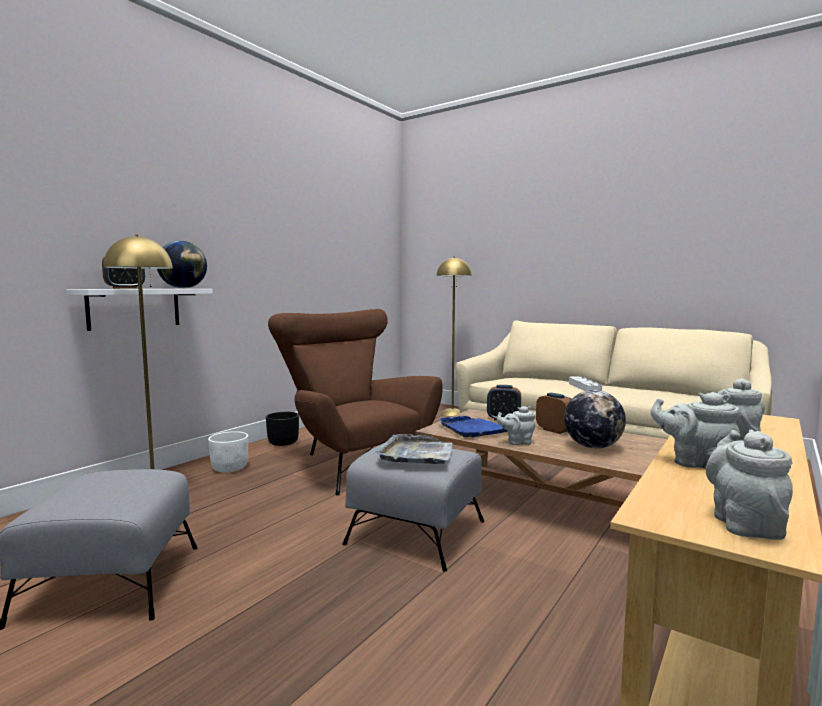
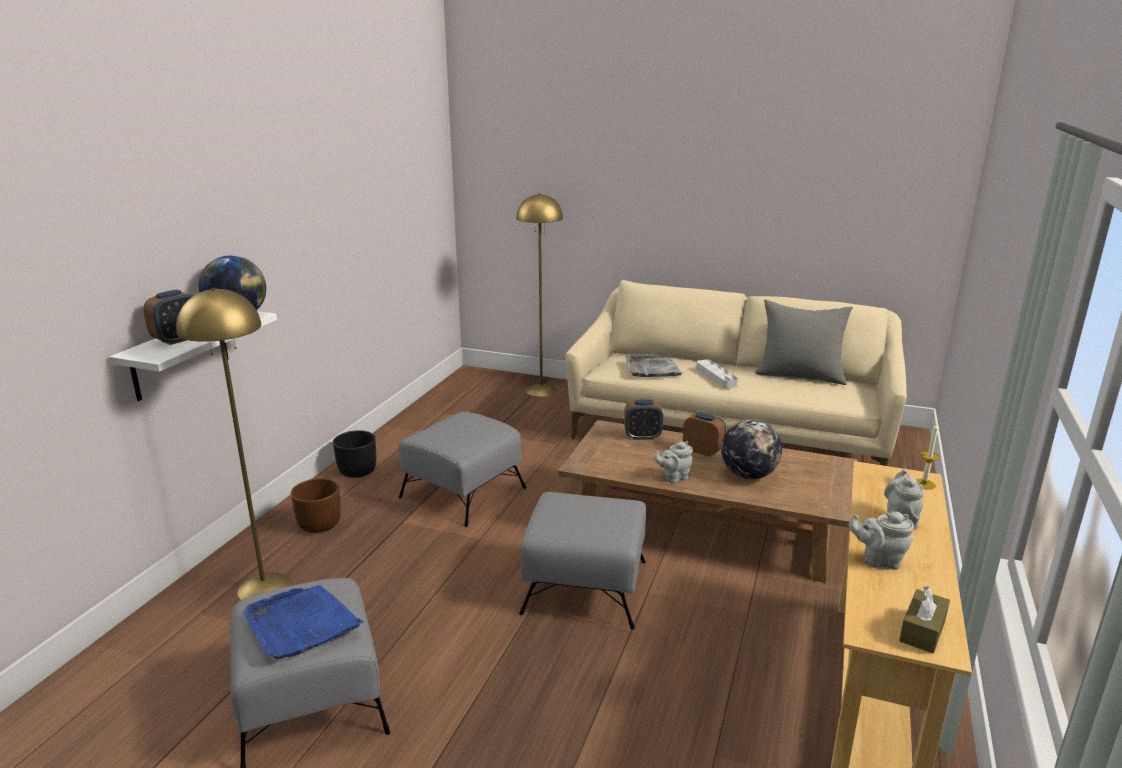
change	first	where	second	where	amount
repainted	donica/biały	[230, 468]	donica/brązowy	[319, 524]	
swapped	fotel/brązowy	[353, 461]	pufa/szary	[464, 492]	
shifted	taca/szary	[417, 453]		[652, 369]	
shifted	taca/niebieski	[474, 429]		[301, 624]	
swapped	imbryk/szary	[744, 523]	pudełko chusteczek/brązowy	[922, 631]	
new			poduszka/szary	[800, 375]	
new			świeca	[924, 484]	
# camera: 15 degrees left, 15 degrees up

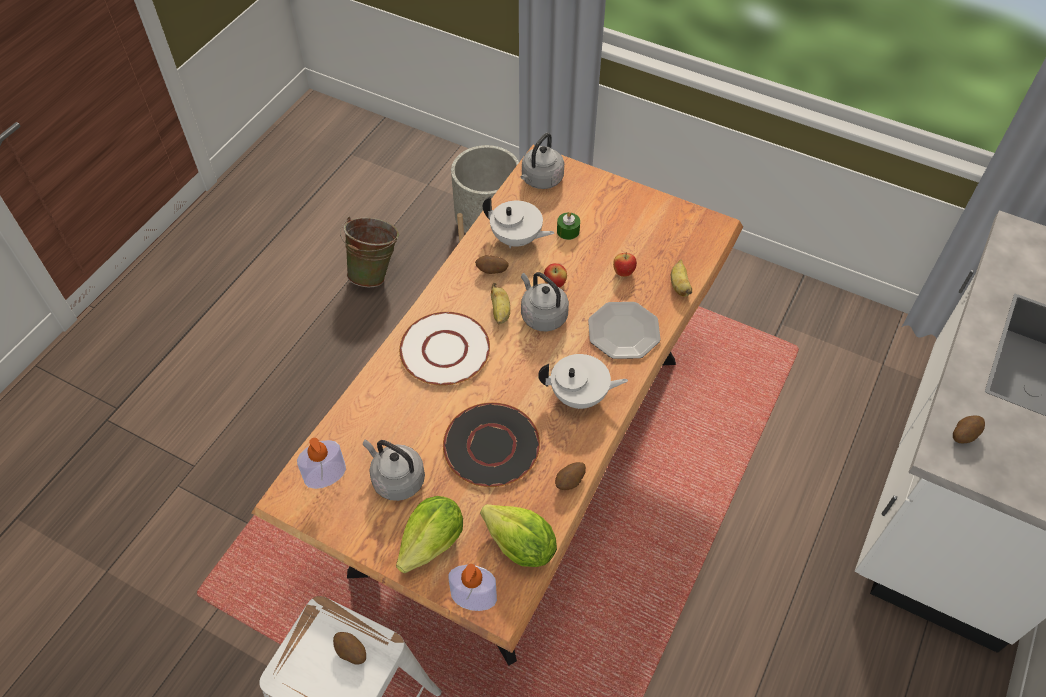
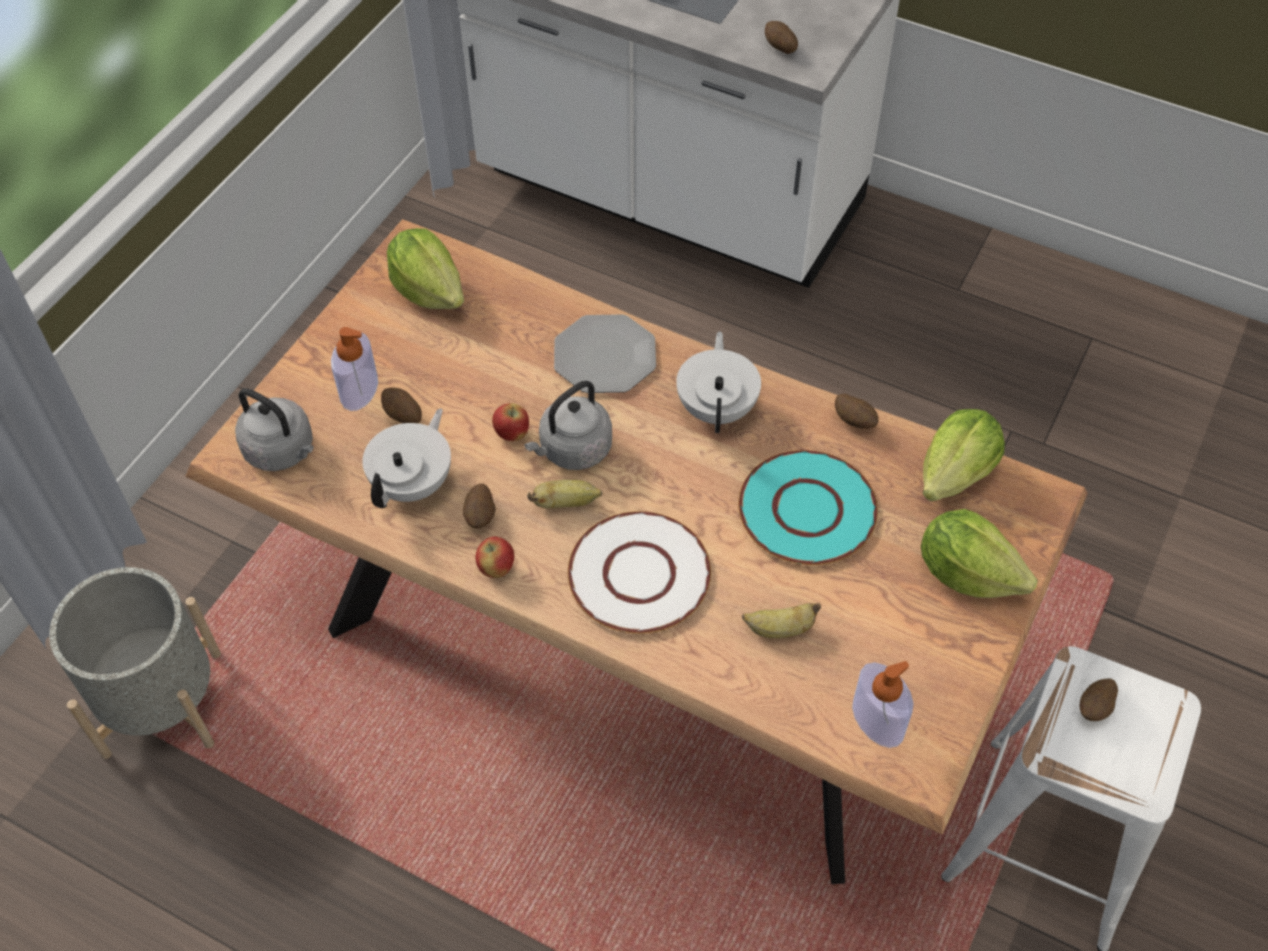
change	first	where	second	where	amount
gone	wiadro/zielony	[375, 272]			
gone	czajnik/szary	[396, 479]			
repainted	talerz/czarny	[492, 446]	talerz/turkusowy	[807, 509]	
shifted	dozownik mydła	[474, 597]		[359, 389]	
swapped	świeca/zielony	[568, 231]	ziemniak	[403, 416]	
shifted	jabłko	[623, 273]		[496, 569]	
shifted	banan	[679, 285]		[779, 629]	
new			sałata	[429, 290]	
# camera: 90 degrees left, 0 degrees up

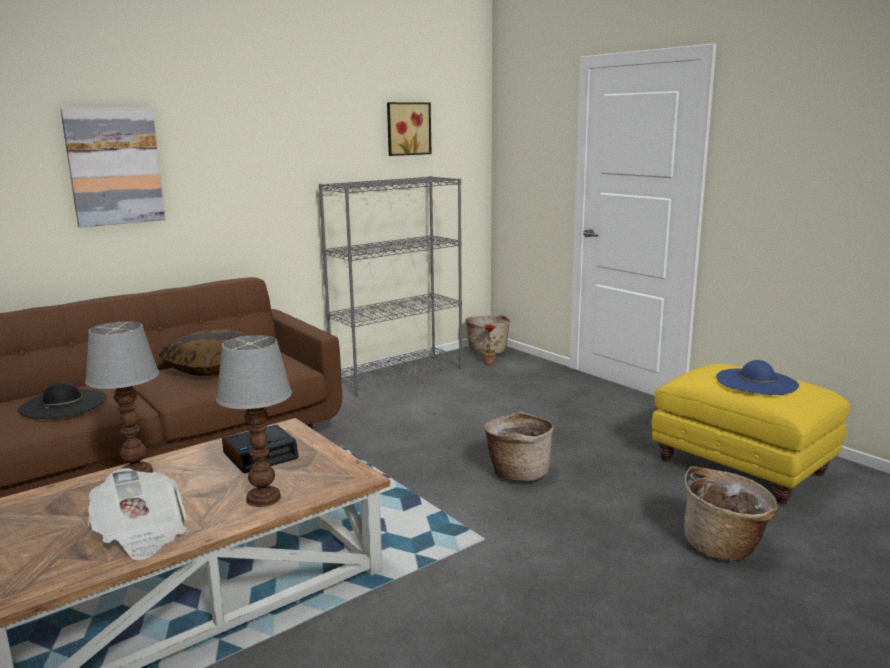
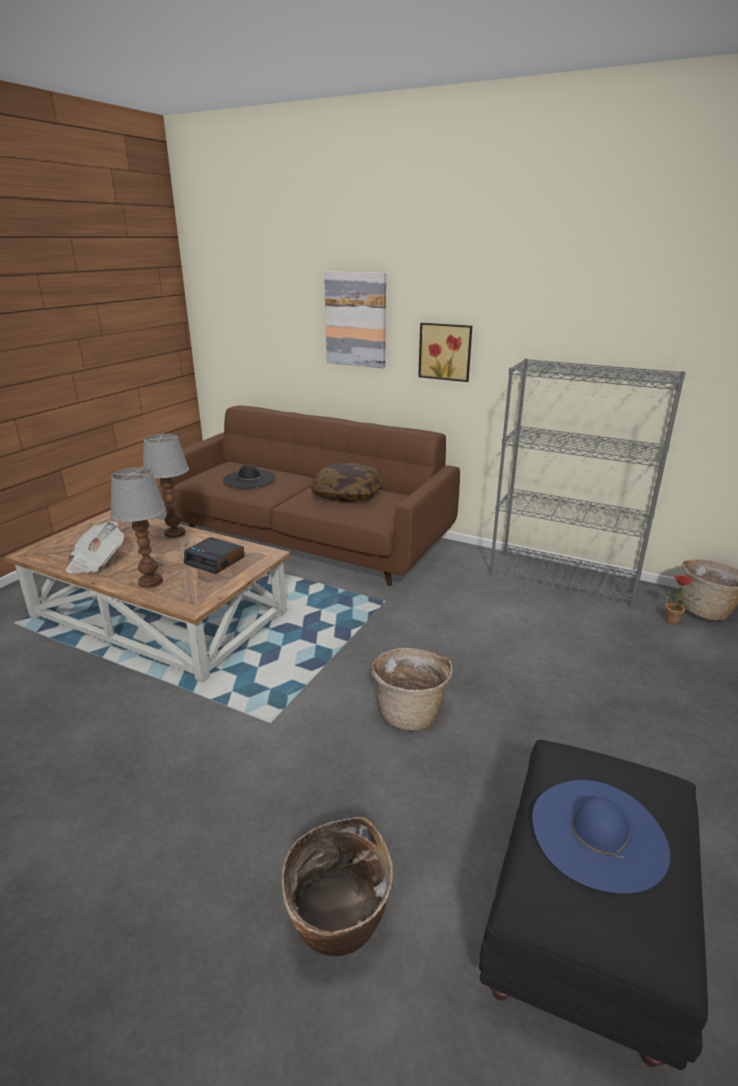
change	first	where	second	where	amount
shifted	obraz	[407, 128]		[445, 351]	
repainted	pufa/żółty	[743, 468]	pufa/czarny	[584, 932]	
# camera: 65 degrees right, 10 degrees up

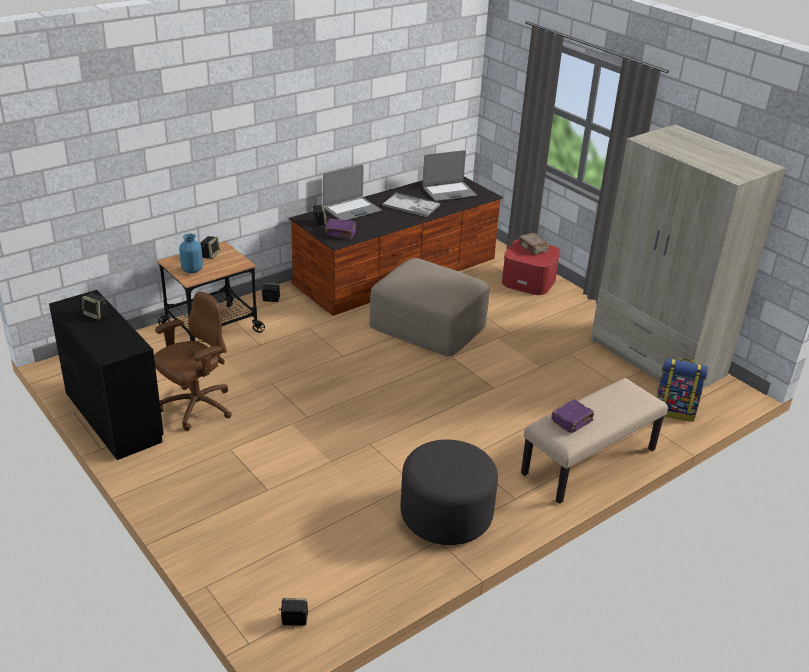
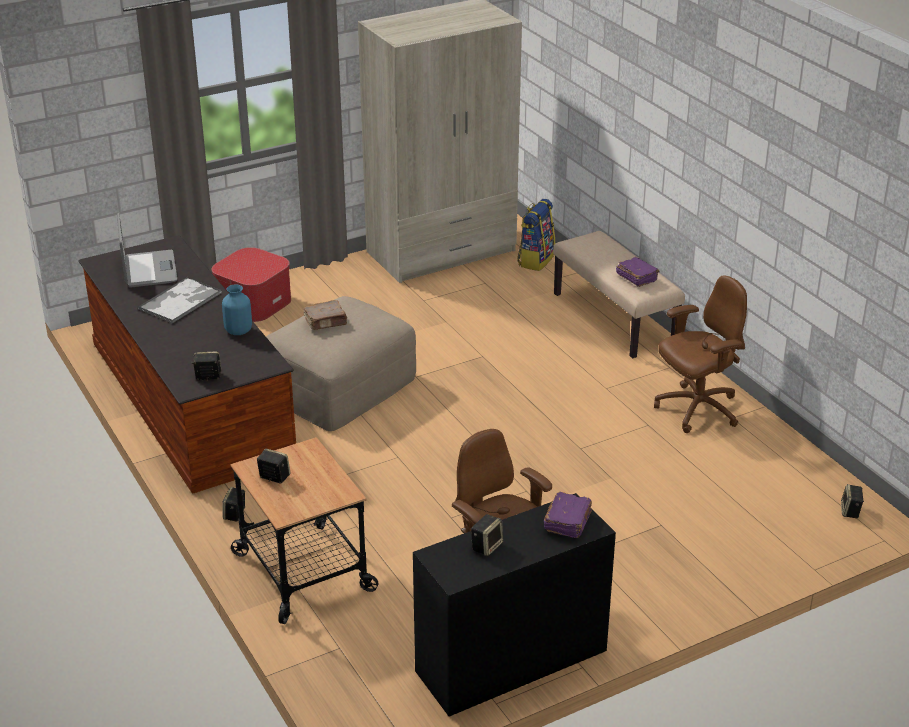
change	first	where	second	where	amount
shifted	wazon/niebieski	[192, 270]		[239, 331]	
gone	laptop	[352, 210]			
shifted	książka/fioletowy	[340, 234]		[568, 522]	
swapped	pufa/szary	[446, 515]	krzesło biurowe/brązowy	[696, 409]	
shifted	książka/brązowy	[533, 248]		[326, 322]	
# camera: 80 degrees left, 0 degrees up

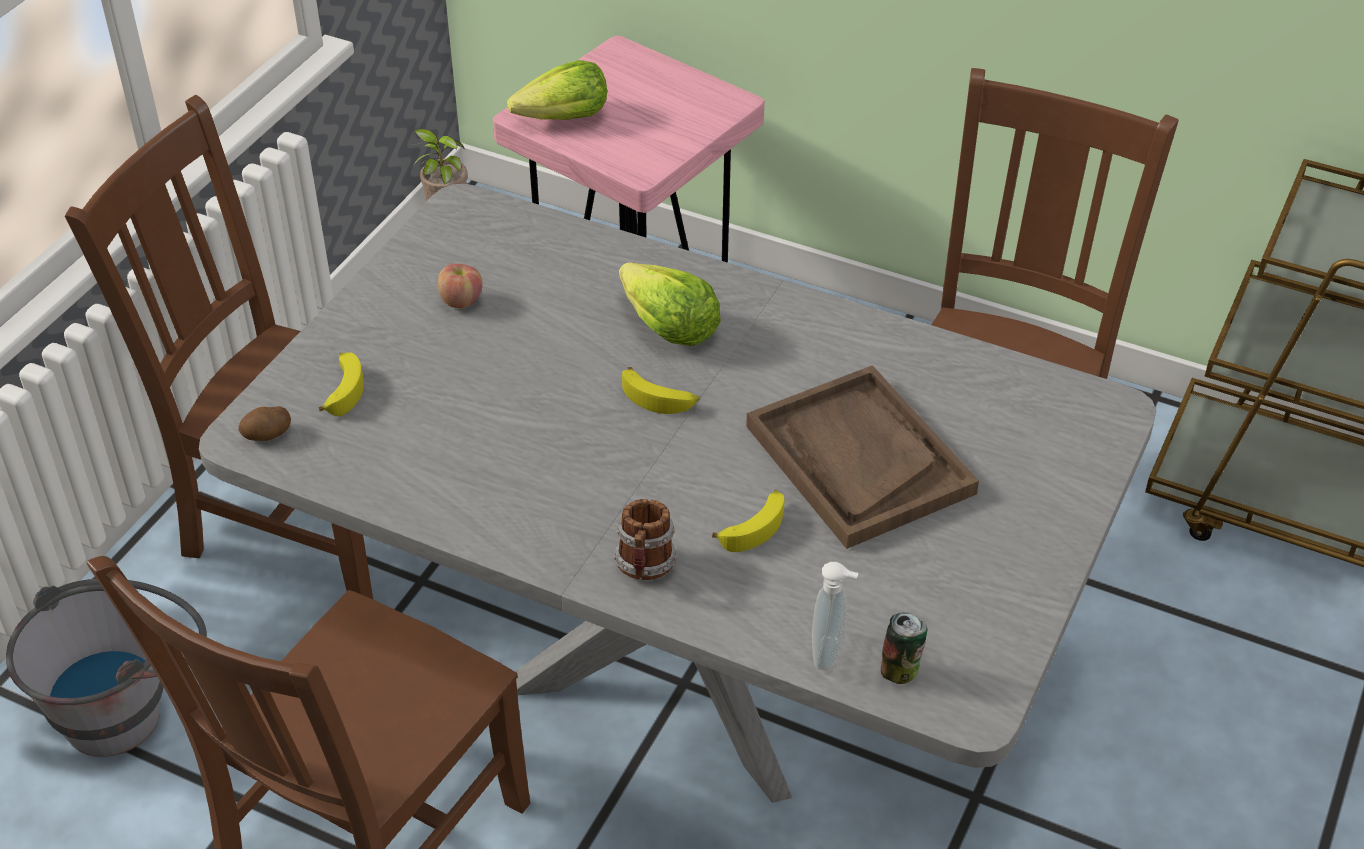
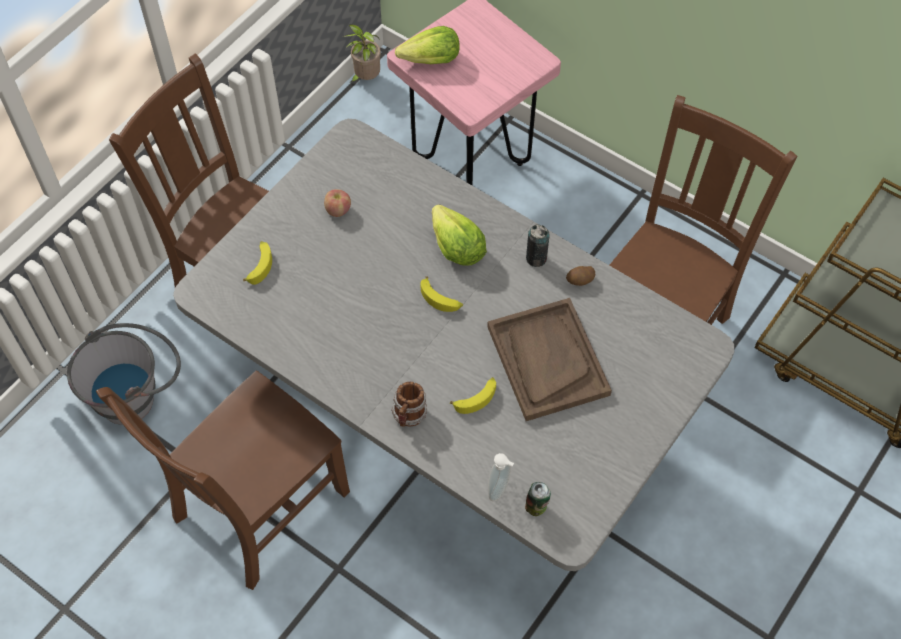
change	first	where	second	where	amount
shifted	ziemniak	[267, 435]		[580, 280]	
new			puszka	[536, 258]	
# camera: 10 degrees right, 15 degrees up

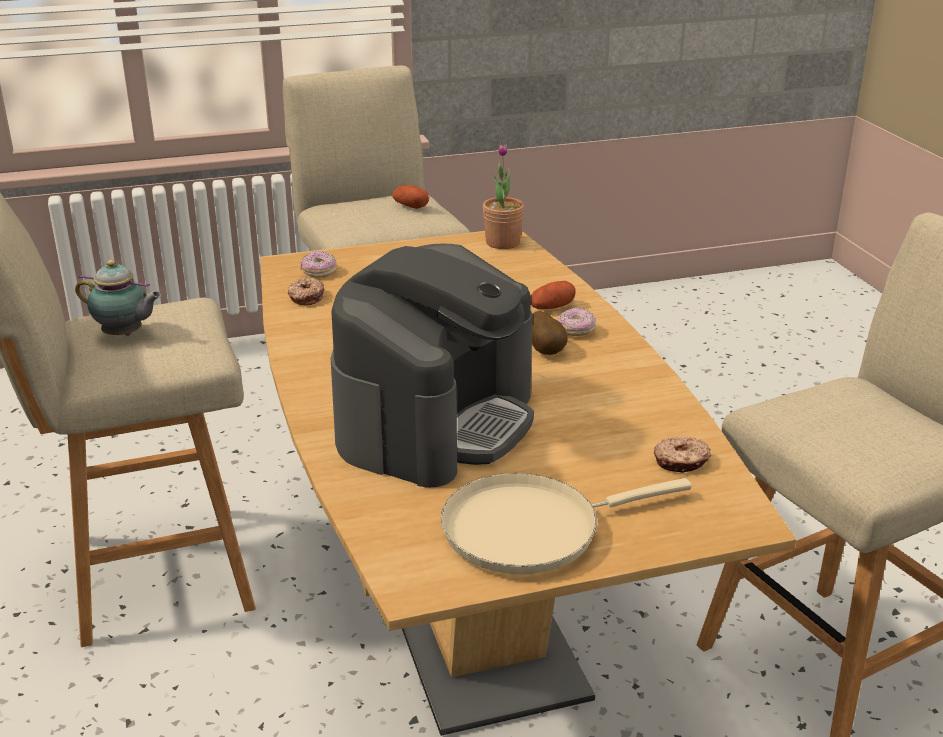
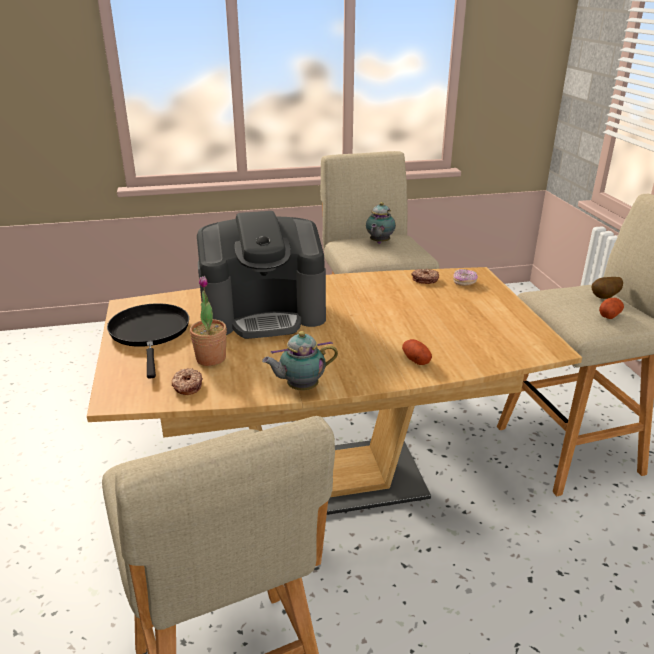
change	first	where	second	where	amount
rotated	ekspres do kawy	[436, 421]		[264, 313]	45 degrees counterclockwise
repainted	patelnia/beżowy	[531, 529]	patelnia/czarny	[150, 333]	
shifted	roślina doniczkowa	[502, 243]		[211, 358]	
shifted	ziemniak	[547, 350]		[605, 298]	
gone	donut	[576, 331]			
new			imbryk	[300, 387]	
# camera: 95 degrees right, 0 degrees up

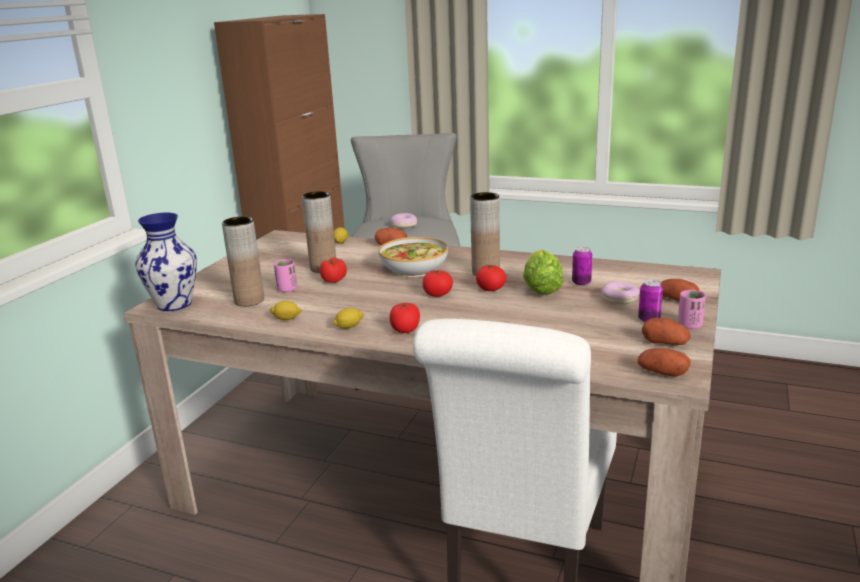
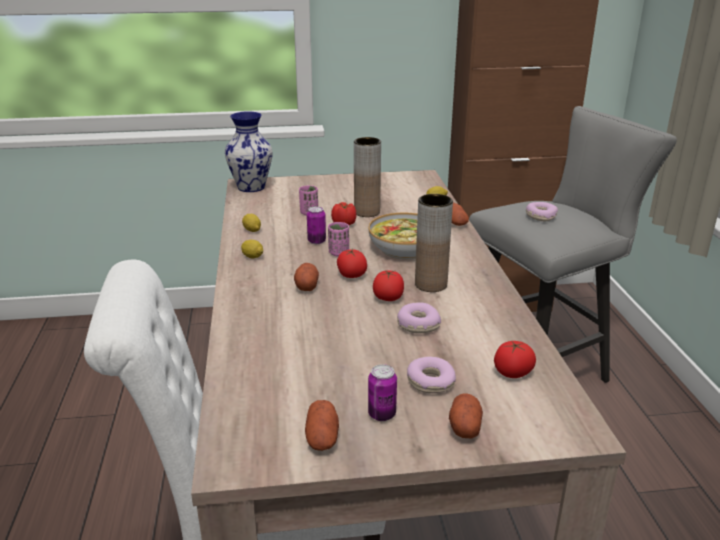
change	first	where	second	where	amount
gone	wazon/brązowy	[249, 300]			
shifted	pomidor	[405, 329]		[512, 372]	
swapped	sałata	[541, 288]	donut	[417, 325]	
shifted	puszka	[581, 283]		[316, 241]	
shifted	ziemniak	[662, 373]		[306, 286]	
shifted	filiżanka/różowy	[689, 325]		[338, 253]	
# camera: 60 degrees right, 5 degrees up

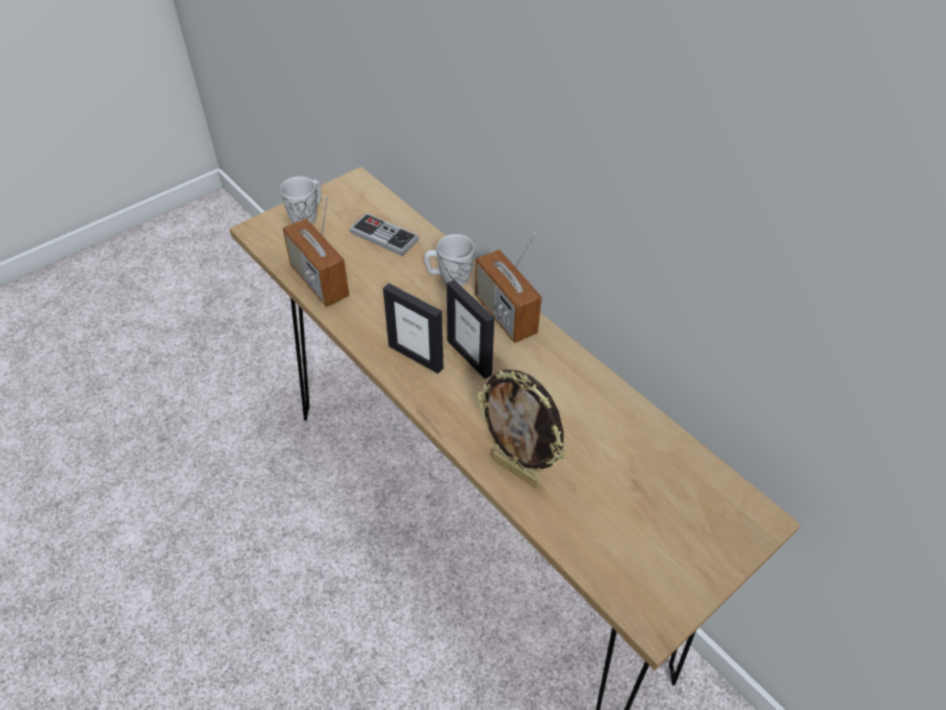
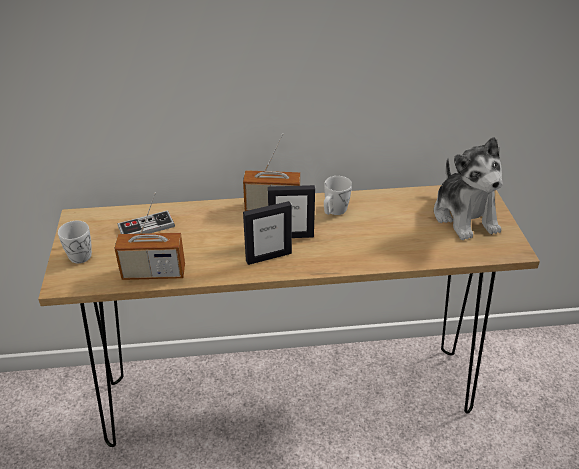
change	first	where	second	where	amount
shifted	kubek/biały	[449, 278]		[334, 211]	
gone	ramka na zdjęcie	[517, 471]			
new			pluszak	[464, 216]	
# camera: 55 degrees left, 10 degrees down

